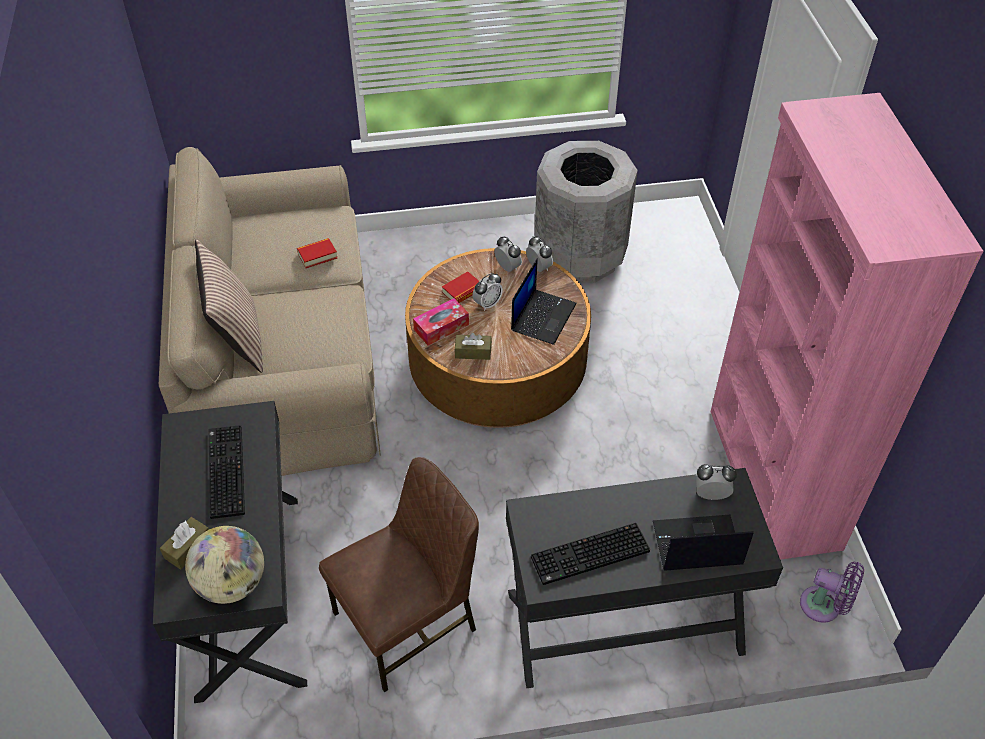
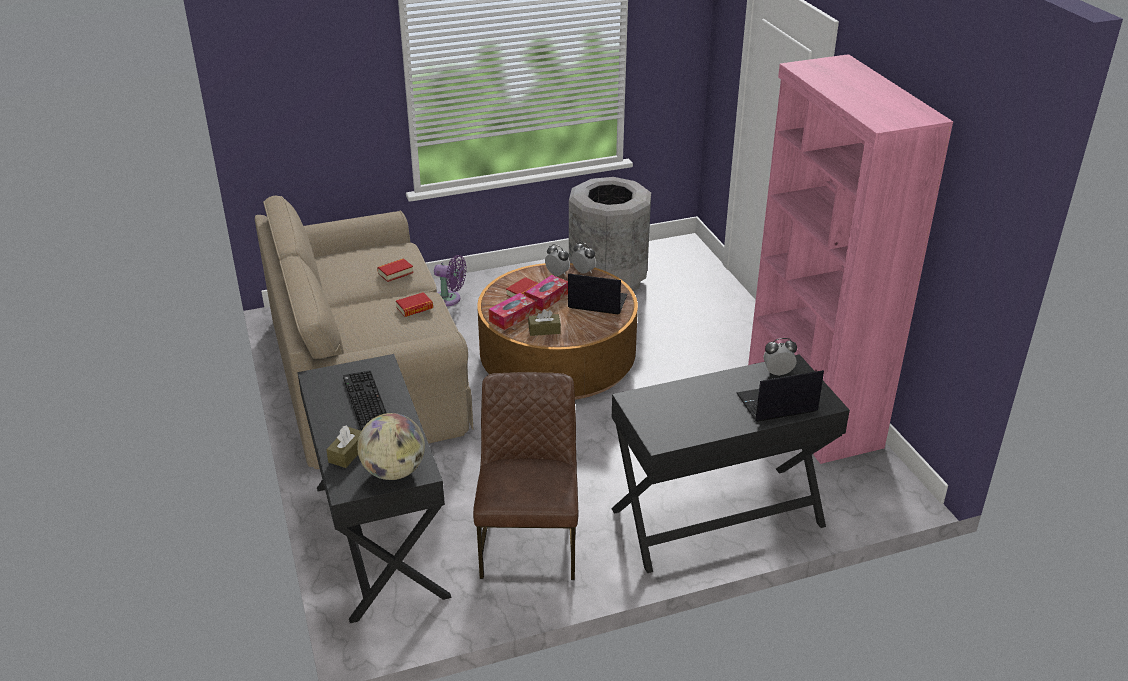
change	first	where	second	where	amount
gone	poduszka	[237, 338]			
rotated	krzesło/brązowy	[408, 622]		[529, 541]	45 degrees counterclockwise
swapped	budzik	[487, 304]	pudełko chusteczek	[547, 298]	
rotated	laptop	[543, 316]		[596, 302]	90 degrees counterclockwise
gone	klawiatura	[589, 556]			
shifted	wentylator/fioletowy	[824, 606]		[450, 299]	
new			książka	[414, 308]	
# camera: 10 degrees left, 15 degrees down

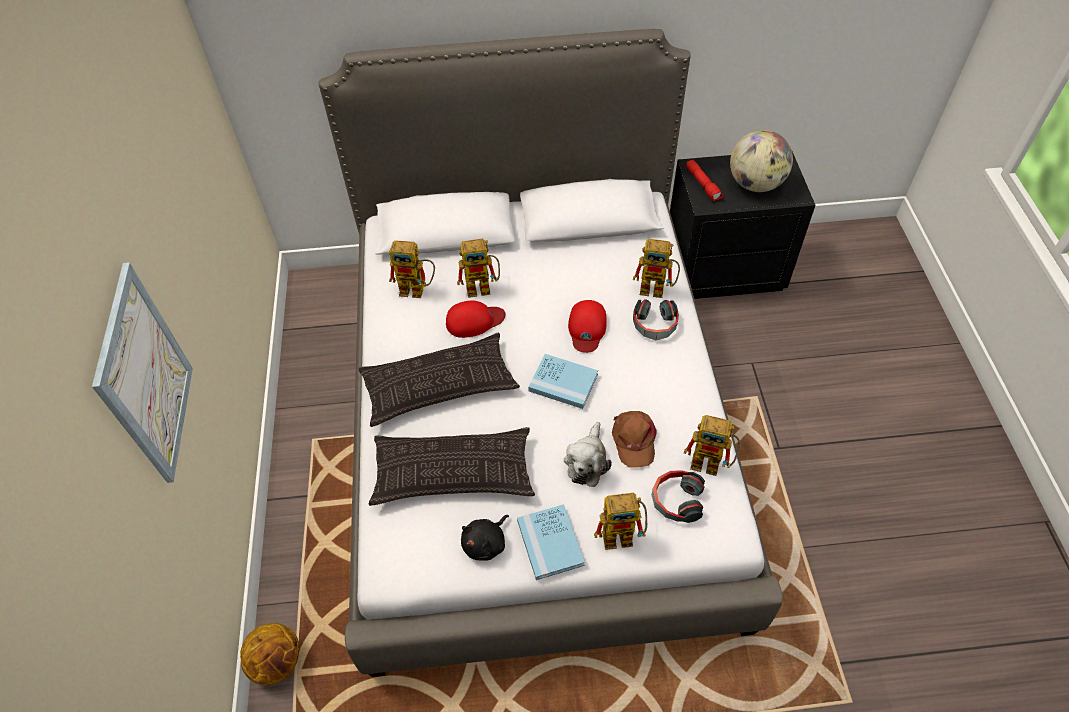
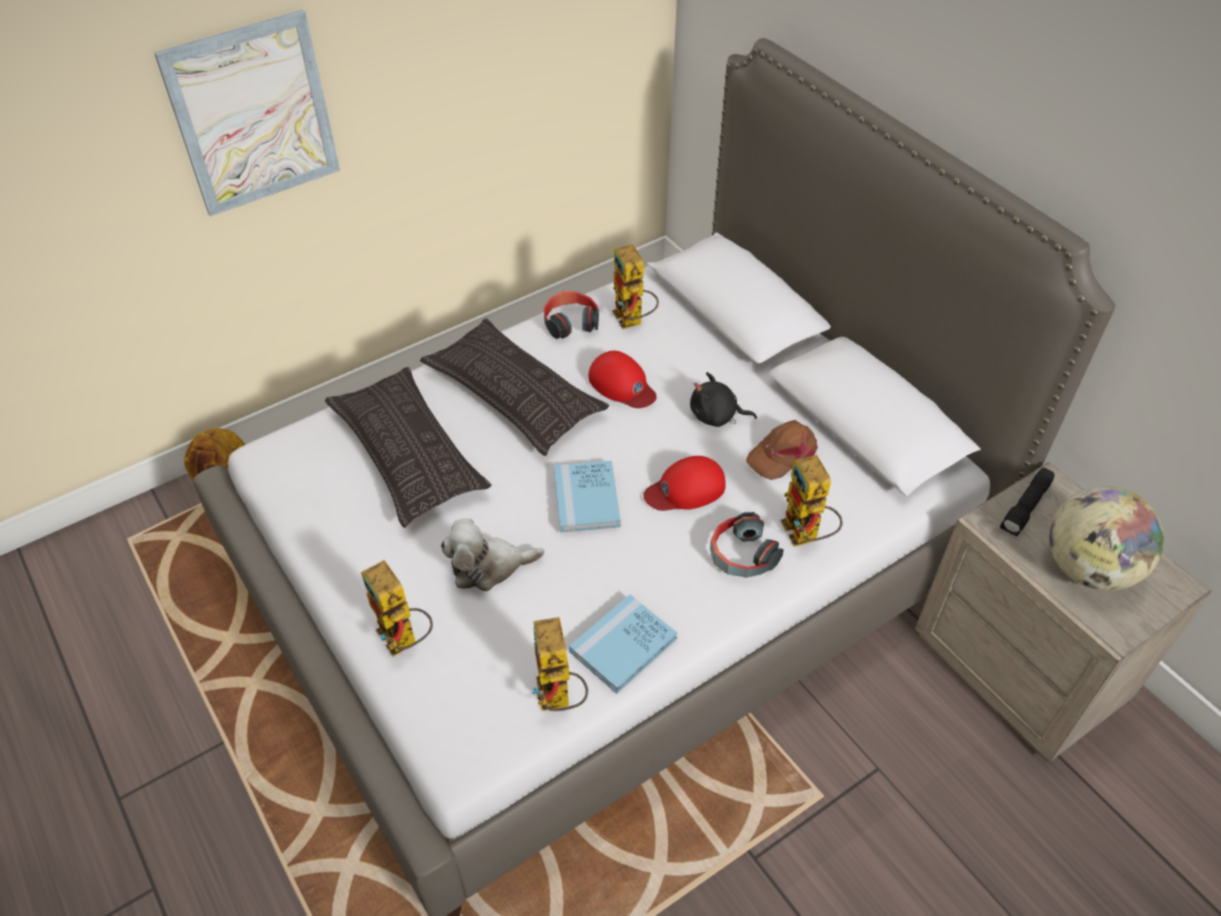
change	first	where	second	where	amount
gone	robot zabawkowy	[483, 287]			
shifted	pluszak/czarny	[486, 543]		[716, 416]	
shifted	książka/niebieski	[550, 543]		[623, 645]	
shifted	czapka z daszkiem/brązowy	[633, 440]		[783, 454]	
shifted	słuchawki	[676, 500]		[570, 322]	
repainted	szafka nocna/czarny	[723, 268]	szafka nocna/beżowy	[1020, 667]	
repainted	latarka/czerwony	[703, 185]	latarka/czarny	[1026, 508]	
# camera: 60 degrees right, 5 degrees down

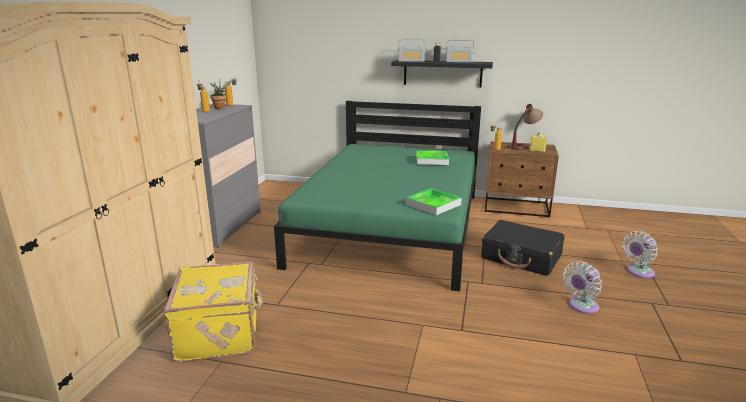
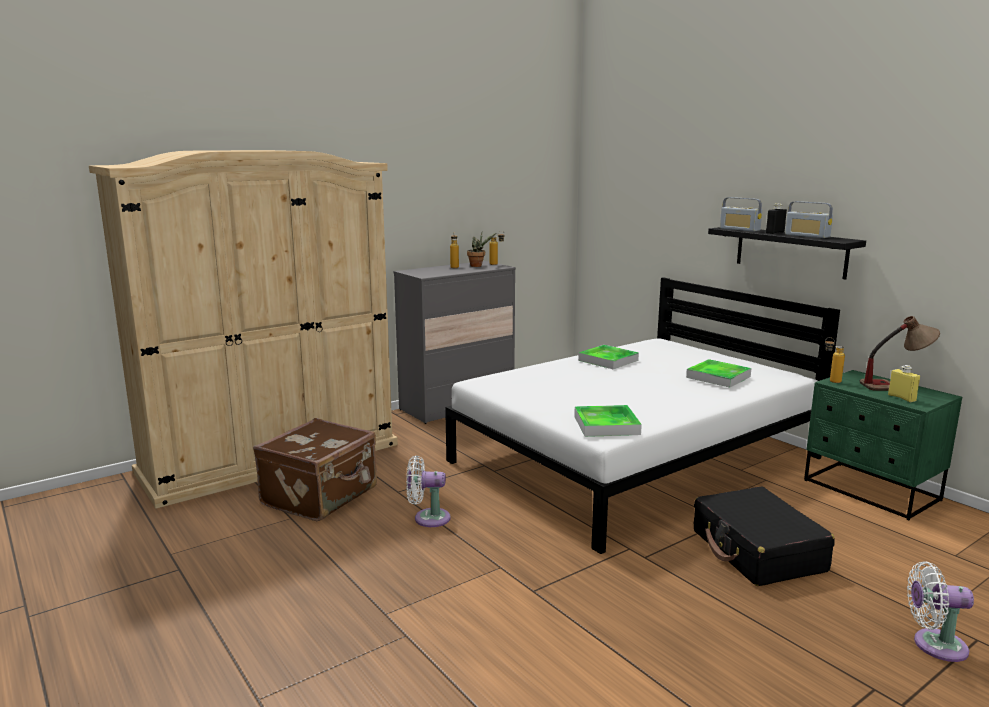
change	first	where	second	where	amount
repainted	walizka/żółty	[221, 333]	walizka/brązowy	[321, 496]	
repainted	łóżko/zielony	[391, 227]	łóżko/biały	[635, 459]	
repainted	szafka nocna/brązowy	[516, 208]	szafka nocna/zielony	[871, 491]	
shifted	wentylator/biały	[581, 307]		[428, 518]	
new			taca	[608, 360]	
# camera: 40 degrees right, 5 degrees down

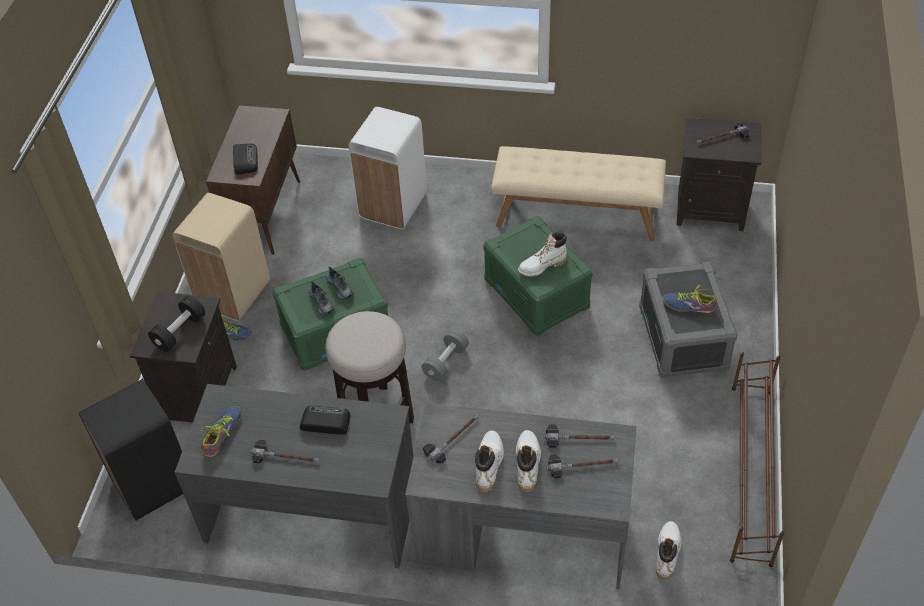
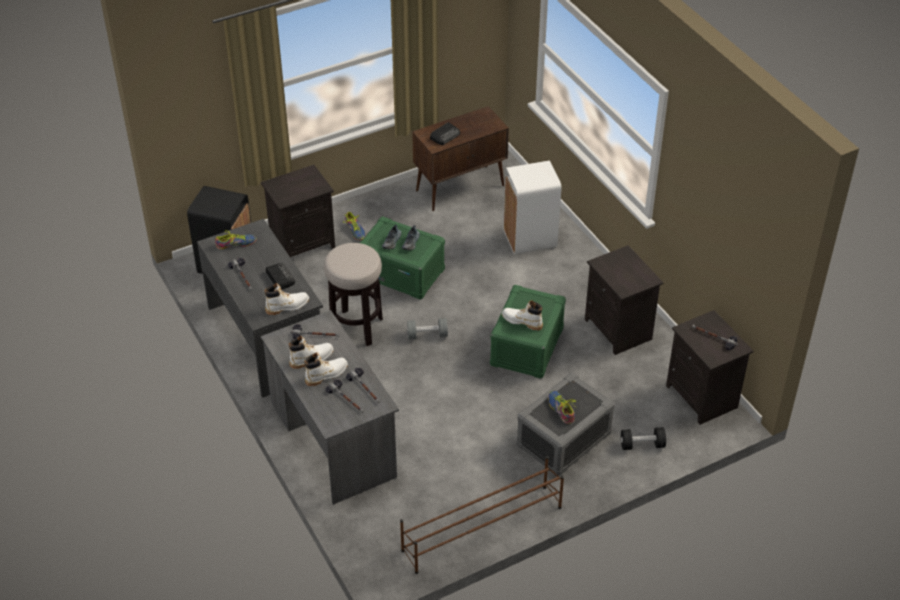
change	first	where	second	where	amount
shifted	hantel/czarny	[180, 331]		[642, 445]	
gone	kosz na śmieci/beżowy	[234, 294]			
swapped	ławka/beżowy	[577, 214]	szafka nocna/czarny	[619, 329]	
shifted	but z cholewką/biały	[667, 552]		[287, 306]	
# camera: 50 degrees right, 5 degrees down

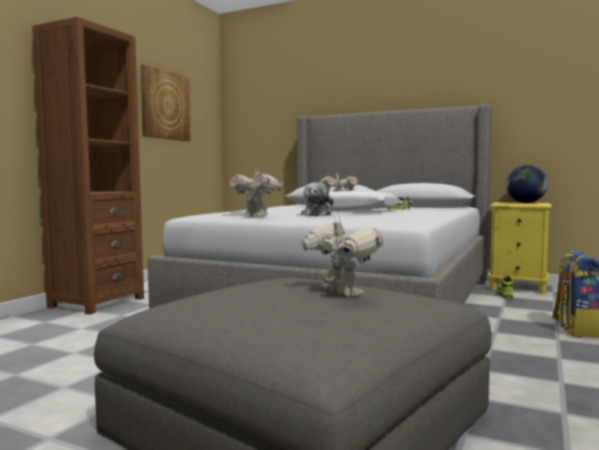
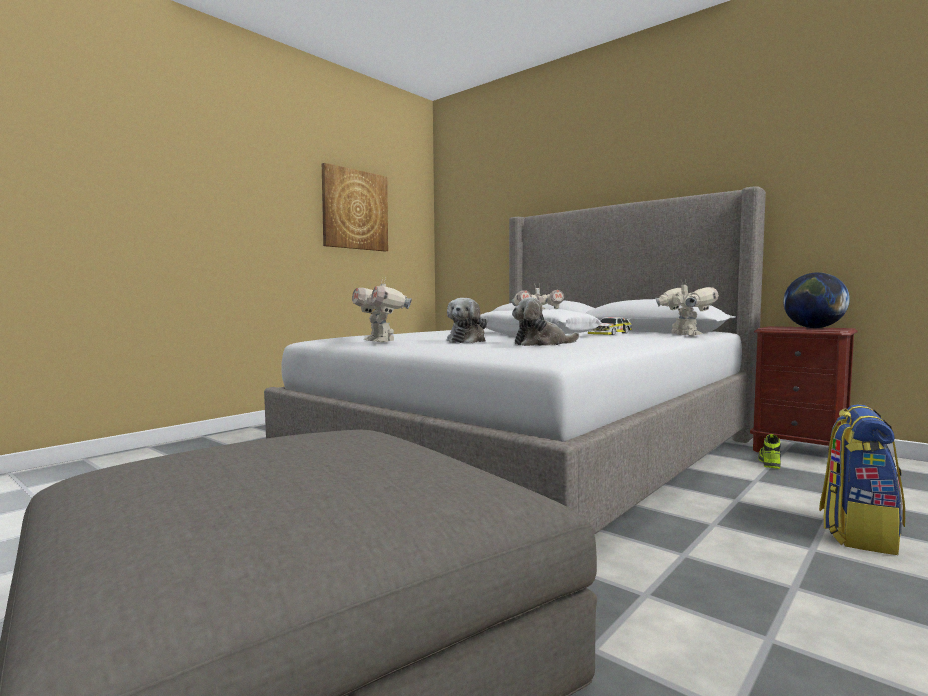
change	first	where	second	where	amount
gone	regał/brązowy	[97, 302]			
shifted	robot zabawkowy	[340, 293]		[684, 335]	
repainted	szafka nocna/żółty	[518, 288]	szafka nocna/brązowy	[799, 451]	
new			pluszak	[541, 344]	
# camera: 15 degrees right, 0 degrees up

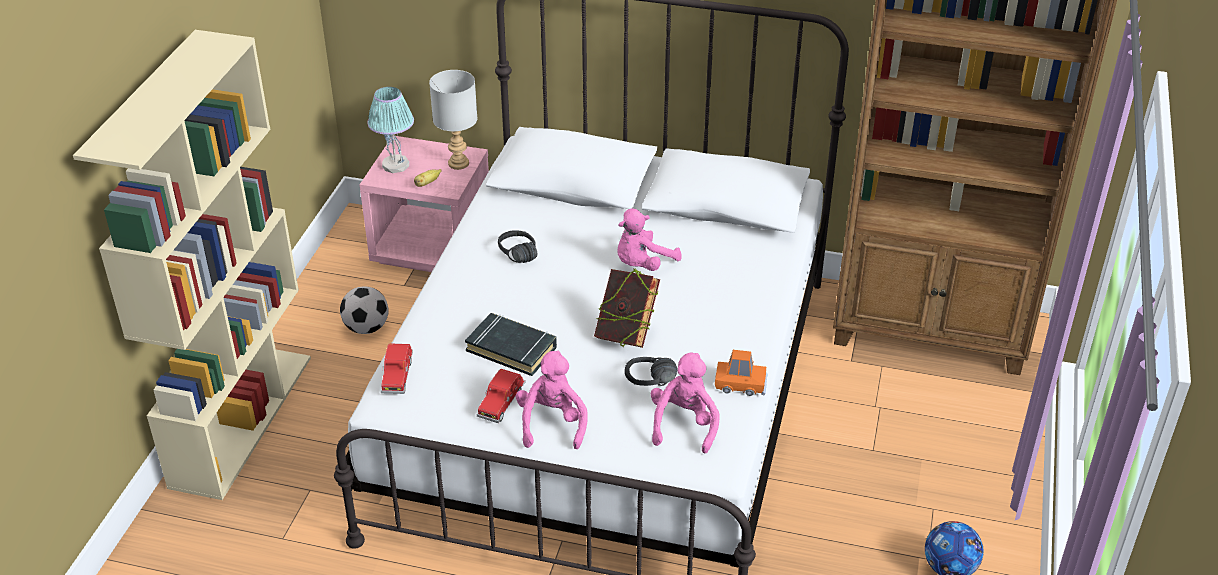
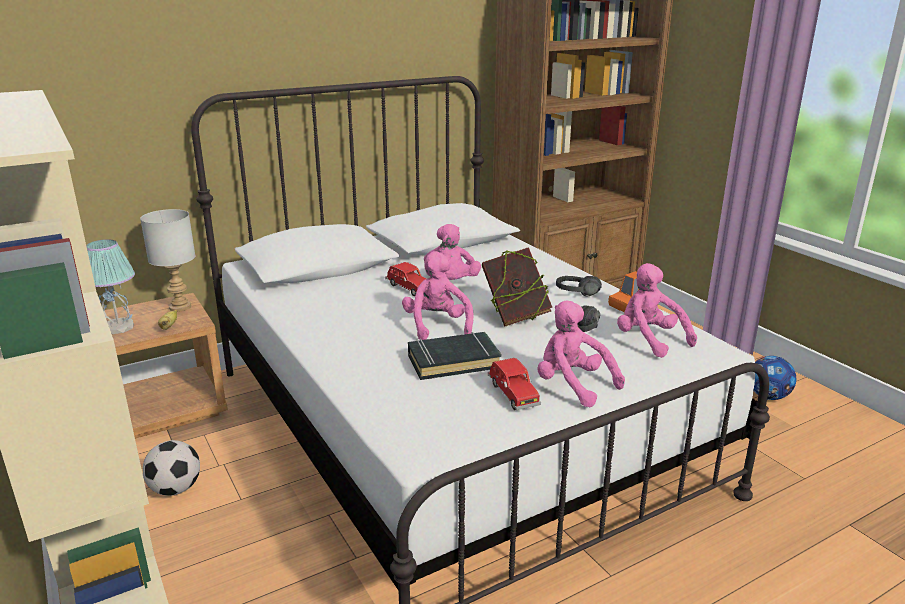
change	first	where	second	where	amount
repainted	szafka nocna/różowy	[433, 247]	szafka nocna/brązowy	[167, 409]	
shifted	samochodzik/czerwony	[398, 376]		[408, 288]	
shifted	słuchawki/czarny	[512, 256]		[577, 295]	
new			pluszak/różowy	[437, 326]	
# camera: 45 degrees left, 15 degrees down

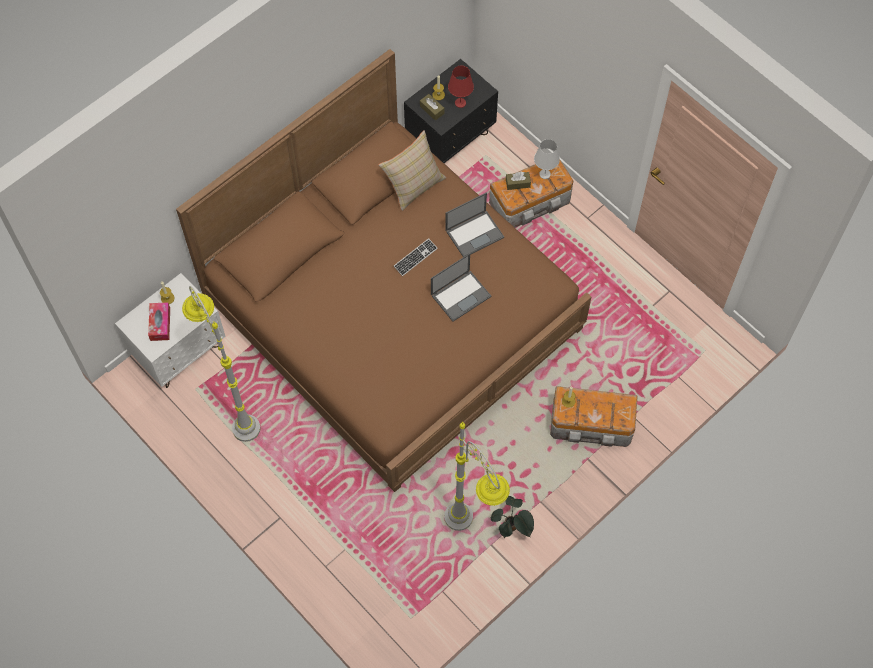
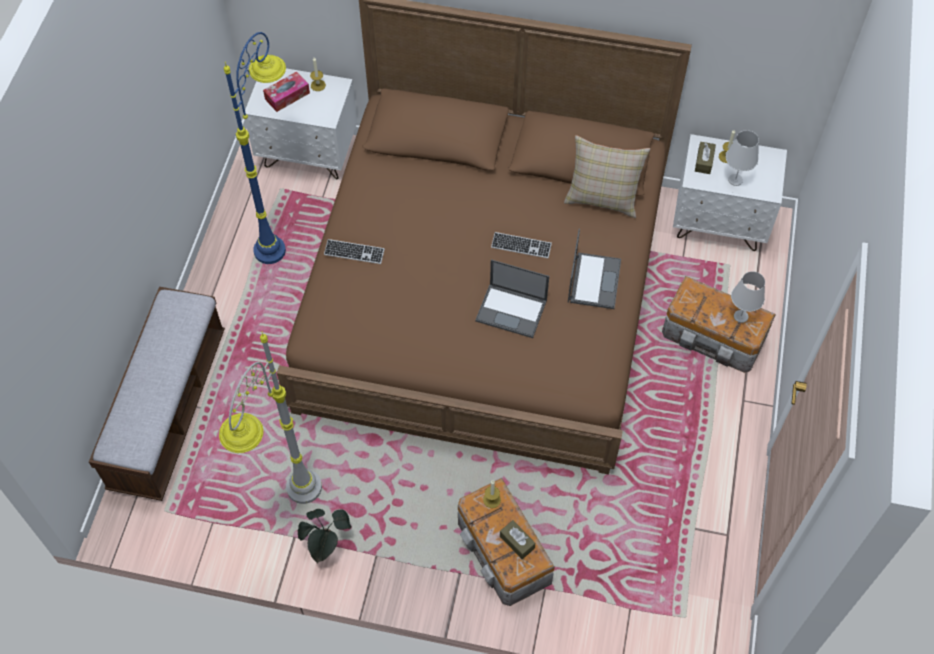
change	first	where	second	where	amount
repainted	lampa stojąca/szary	[235, 409]	lampa stojąca/niebieski	[283, 231]	
repainted	szafka nocna/czarny	[450, 139]	szafka nocna/biały	[719, 224]	
rotated	laptop	[475, 233]		[594, 280]	105 degrees counterclockwise
repainted	lampa stołowa/czerwony	[460, 103]	lampa stołowa/biały	[735, 180]	
shifted	pudełko chusteczek/brązowy	[517, 183]		[517, 542]	
new			ławka	[169, 409]	
new			klawiatura	[354, 252]	
# camera: 55 degrees right, 5 degrees down

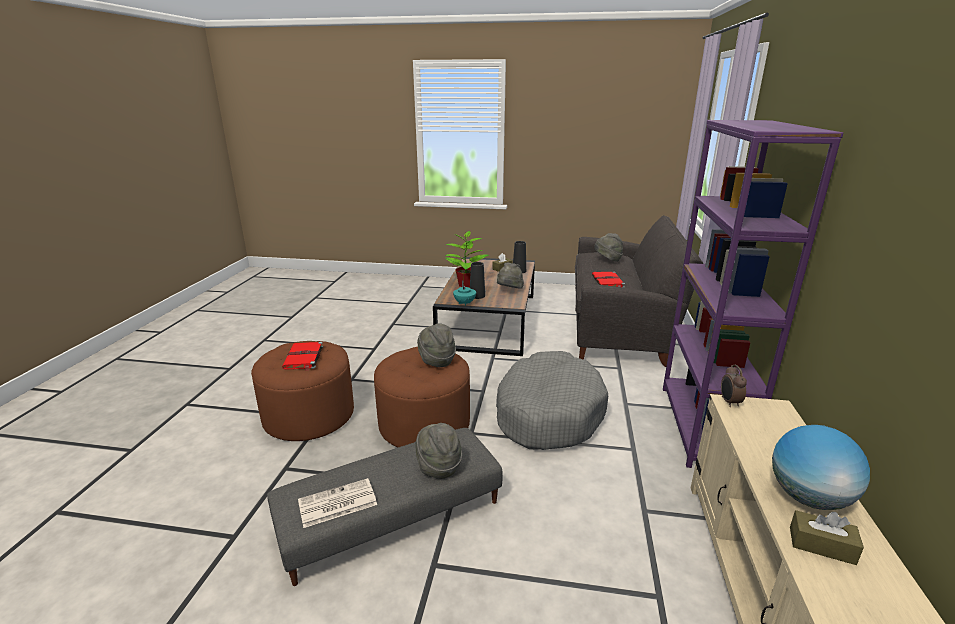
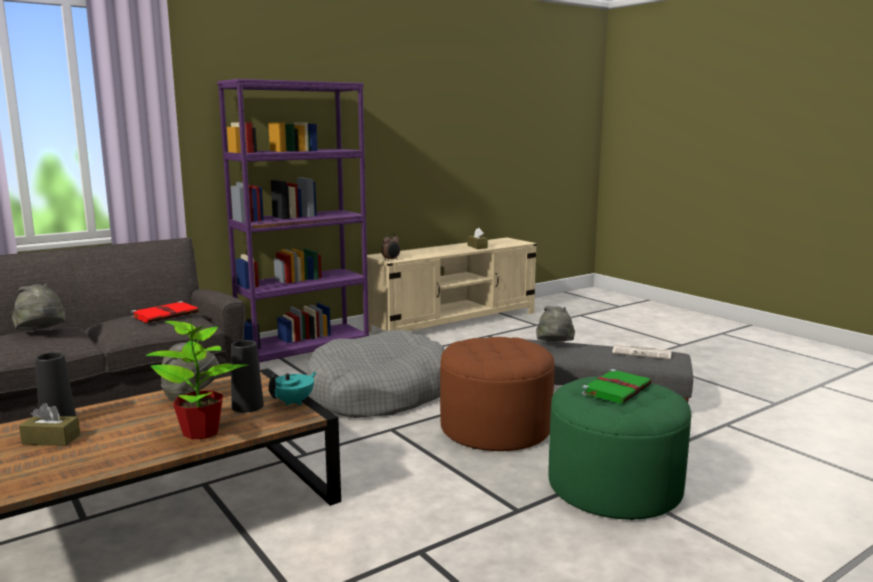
change	first	where	second	where	amount
repainted	pufa/brązowy	[309, 415]	pufa/zielony	[614, 486]	
repainted	książka/czerwony	[303, 358]	książka/zielony	[617, 389]	
gone	kapelusz/szary	[436, 360]			
gone	globus	[808, 498]			
# camera: 135 degrees left, 10 degrees down

